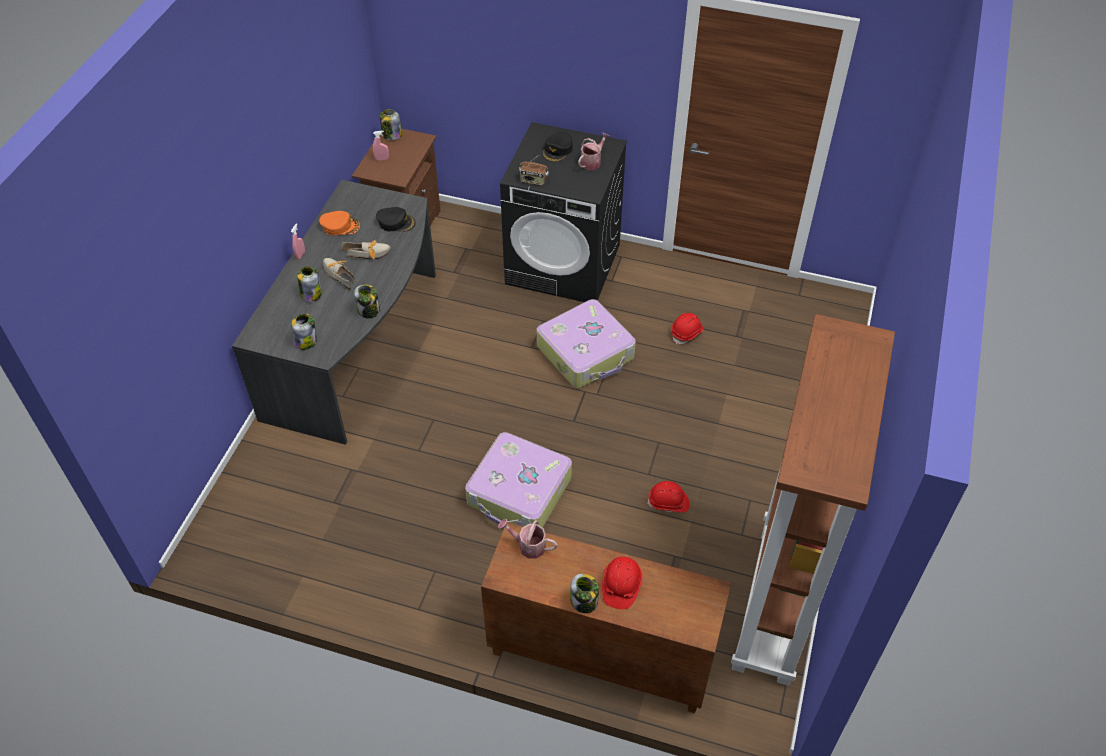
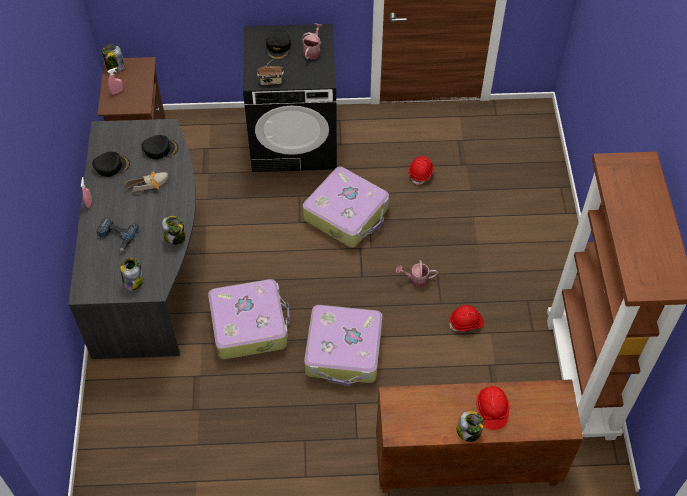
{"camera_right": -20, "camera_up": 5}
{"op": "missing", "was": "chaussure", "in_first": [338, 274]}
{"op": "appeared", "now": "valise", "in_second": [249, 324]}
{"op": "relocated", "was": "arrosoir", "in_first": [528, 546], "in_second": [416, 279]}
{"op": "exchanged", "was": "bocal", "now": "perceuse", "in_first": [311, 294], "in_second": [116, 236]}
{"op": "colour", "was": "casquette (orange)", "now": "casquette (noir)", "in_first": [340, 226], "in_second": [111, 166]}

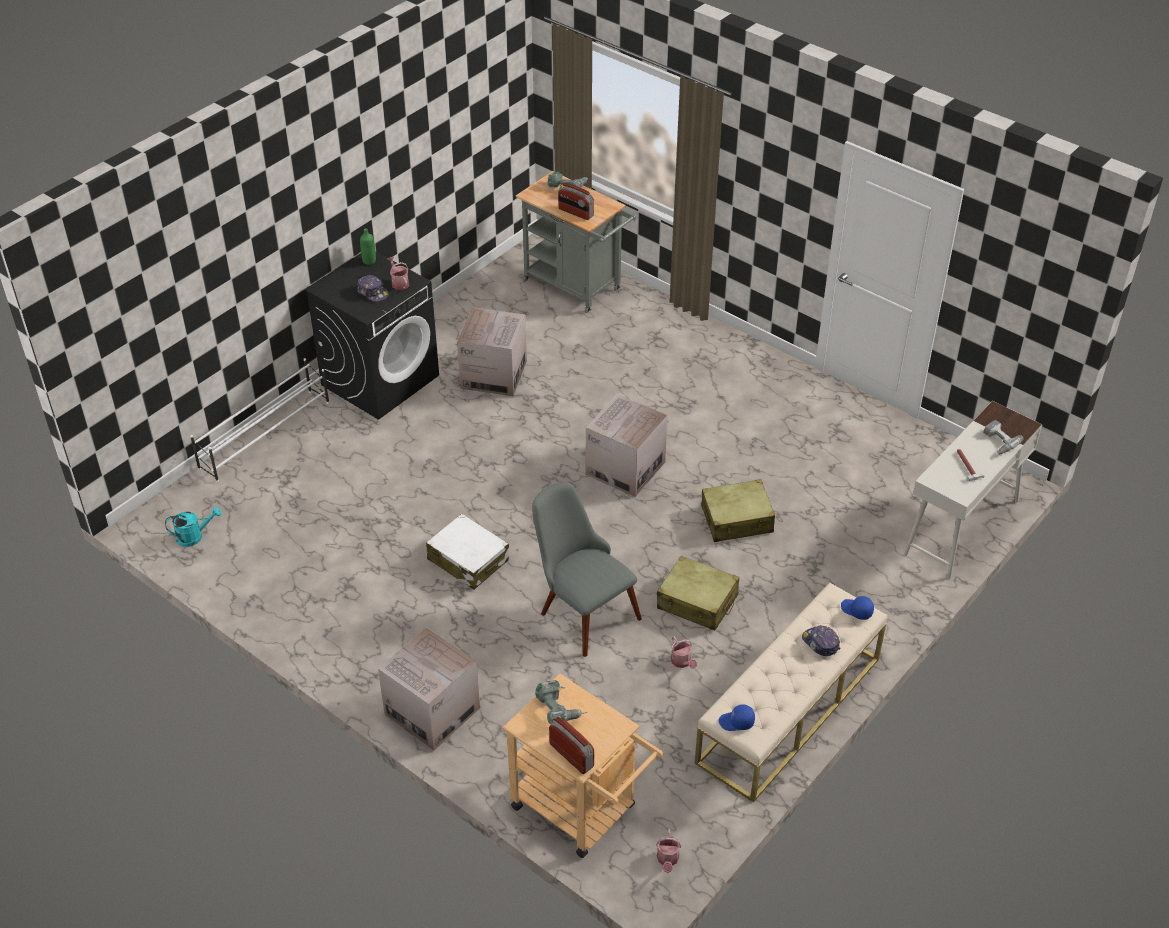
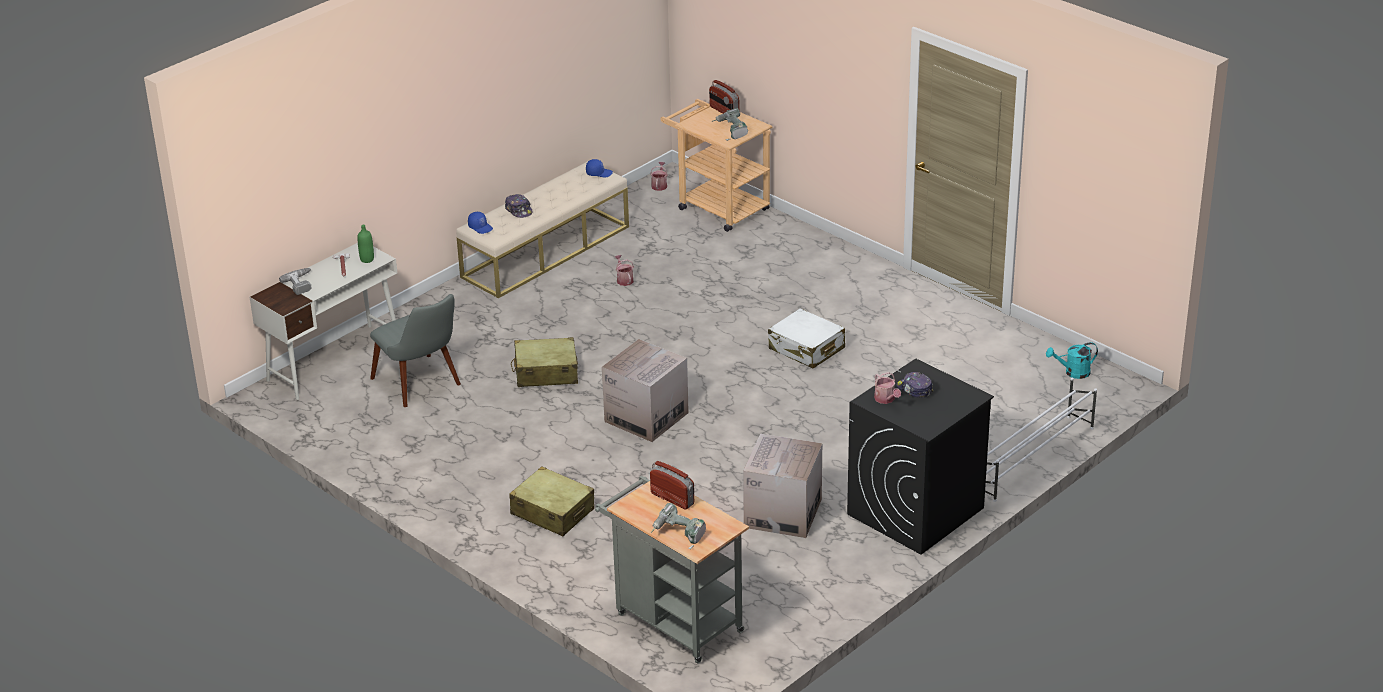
{"camera_right": -175, "camera_up": -10}
{"op": "missing", "was": "carton", "in_first": [432, 711]}
{"op": "relocated", "was": "bouteille (vert)", "in_first": [369, 261], "in_second": [367, 259]}
{"op": "relocated", "was": "chaise (gris)", "in_first": [581, 609], "in_second": [422, 386]}
{"op": "relocated", "was": "valise (beige)", "in_first": [697, 602], "in_second": [552, 512]}

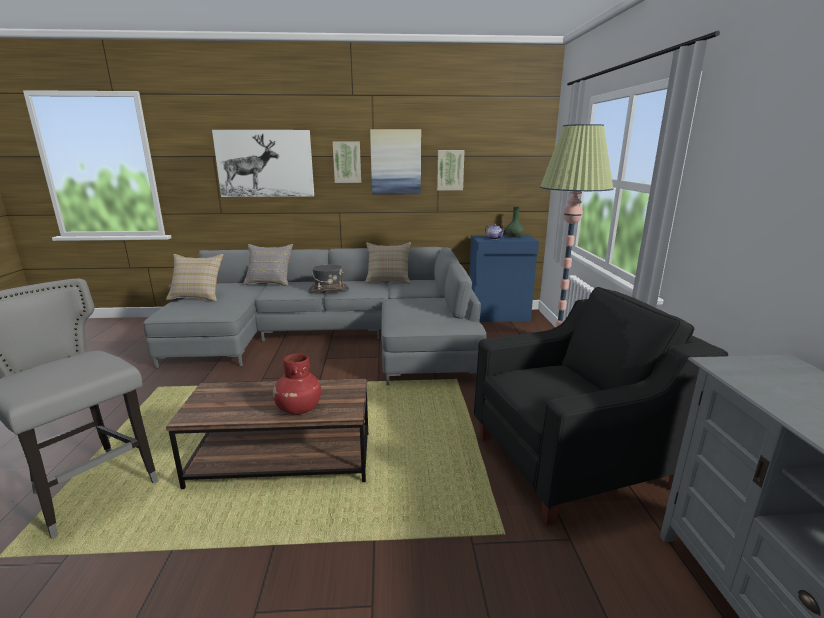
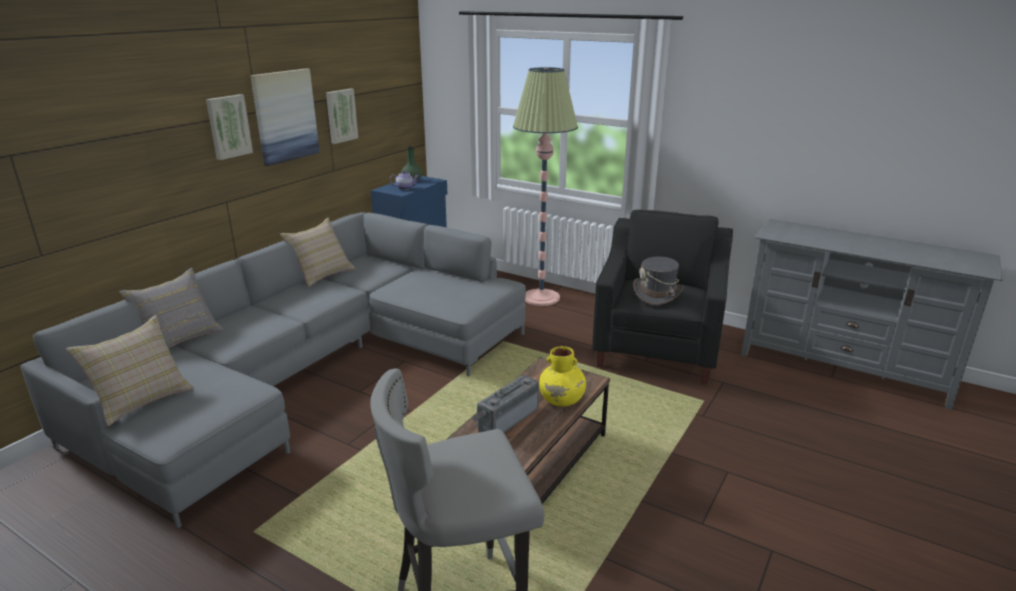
{"camera_right": -55, "camera_up": 5}
{"op": "missing", "was": "tableau", "in_first": [265, 163]}
{"op": "appeared", "now": "radio", "in_second": [505, 419]}
{"op": "relocated", "was": "chapeau (gris)", "in_first": [328, 290], "in_second": [657, 294]}
{"op": "colour", "was": "vase (rouge)", "now": "vase (jaune)", "in_first": [298, 409], "in_second": [562, 400]}

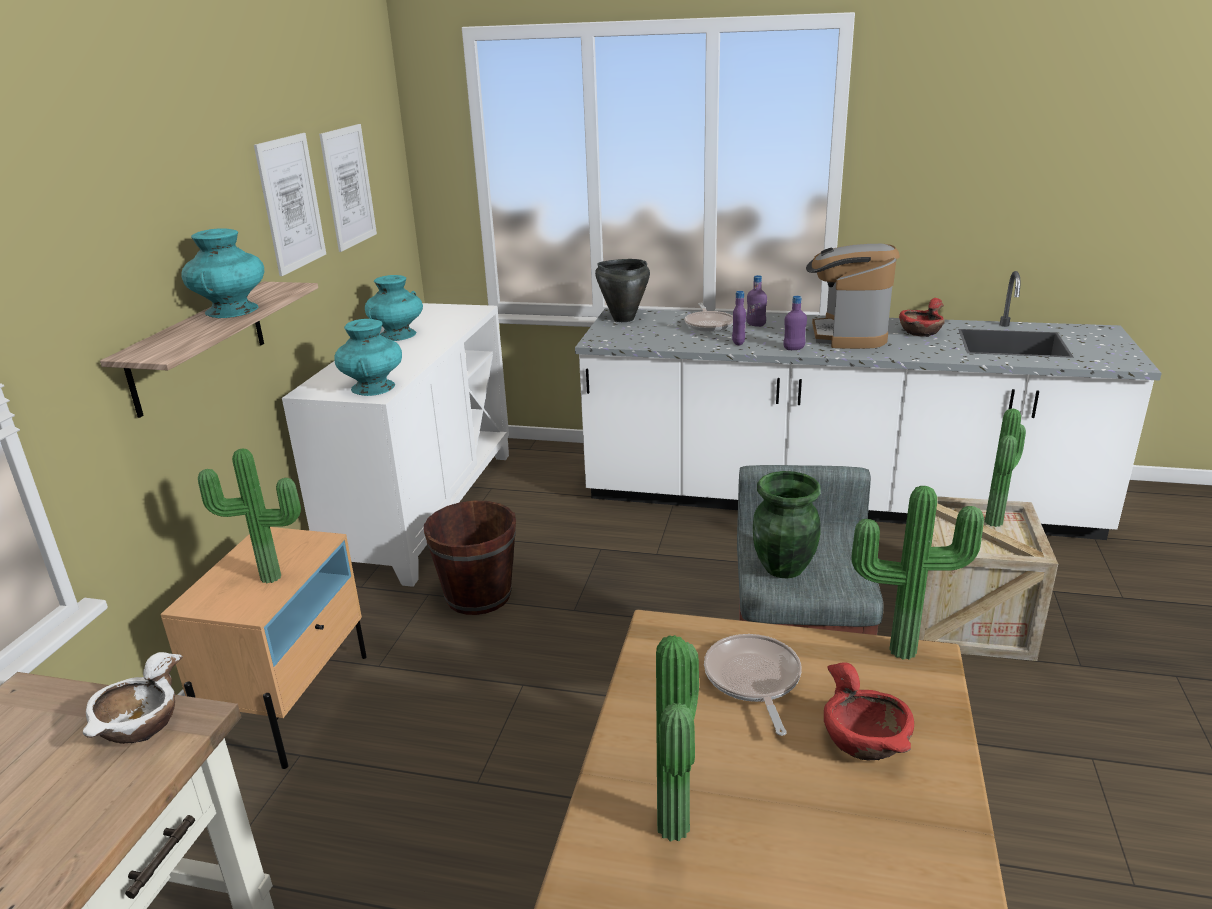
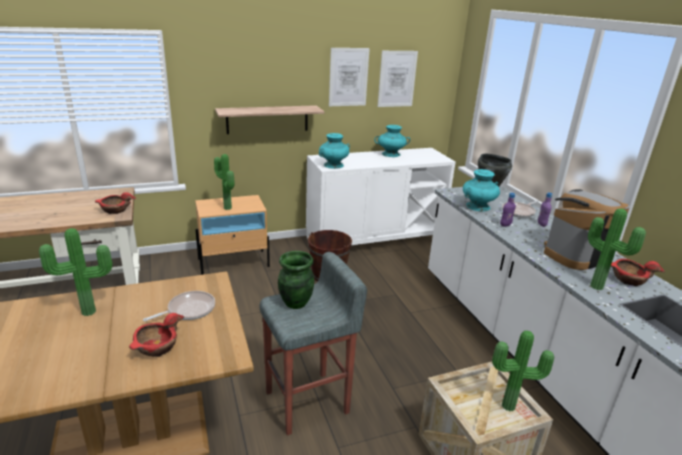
{"camera_right": 55, "camera_up": 0}
{"op": "missing", "was": "bouteille (violet)", "in_first": [794, 349]}
{"op": "relocated", "was": "vase (turquoise)", "in_first": [232, 310], "in_second": [478, 206]}
{"op": "relocated", "was": "plante en pot", "in_first": [901, 648], "in_second": [598, 286]}
{"op": "colour", "was": "bol (blanc)", "now": "bol (rouge)", "in_first": [140, 725], "in_second": [115, 210]}

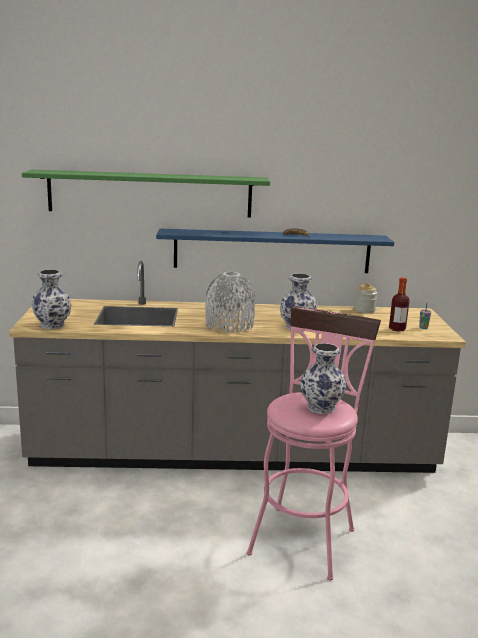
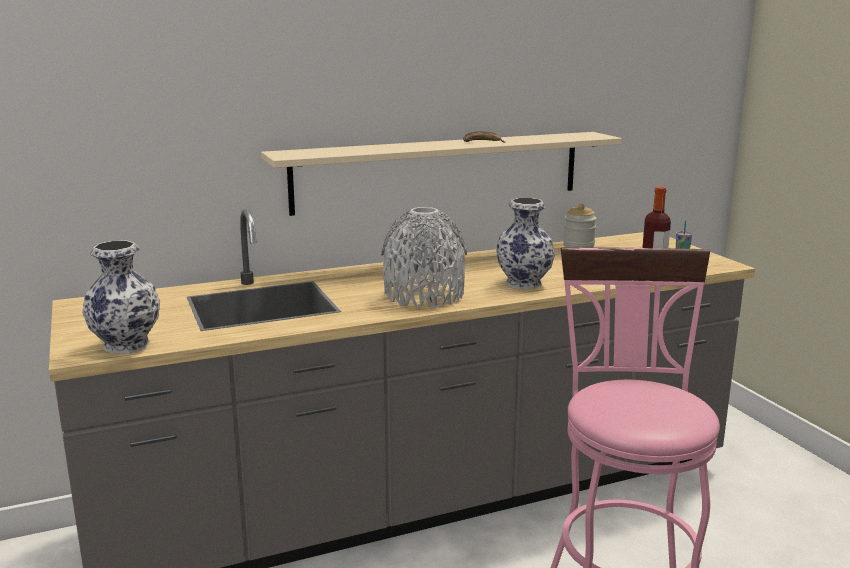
{"camera_right": -20, "camera_up": 0}
{"op": "missing", "was": "étagère (vert)", "in_first": [150, 194]}
{"op": "missing", "was": "vase", "in_first": [322, 407]}
{"op": "colour", "was": "étagère (bleu)", "now": "étagère (beige)", "in_first": [272, 251], "in_second": [440, 171]}

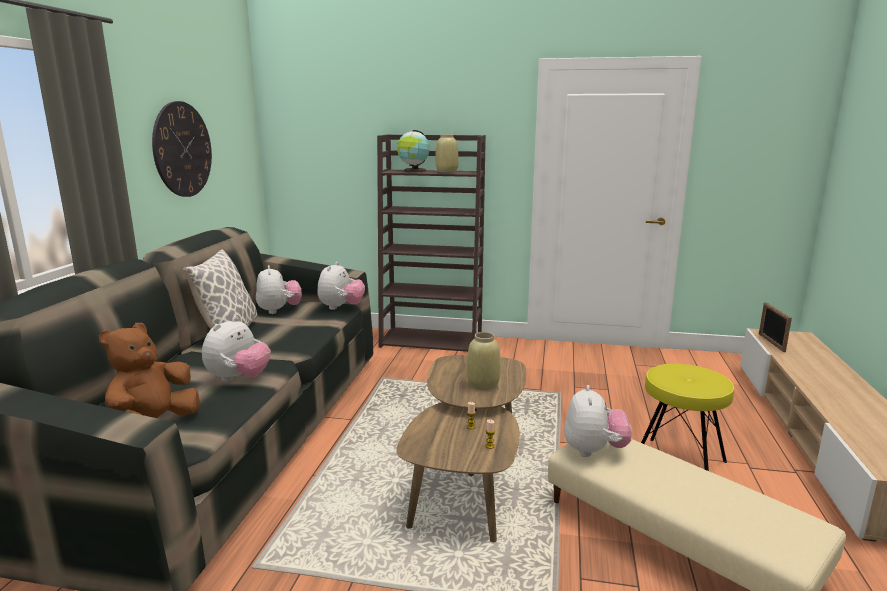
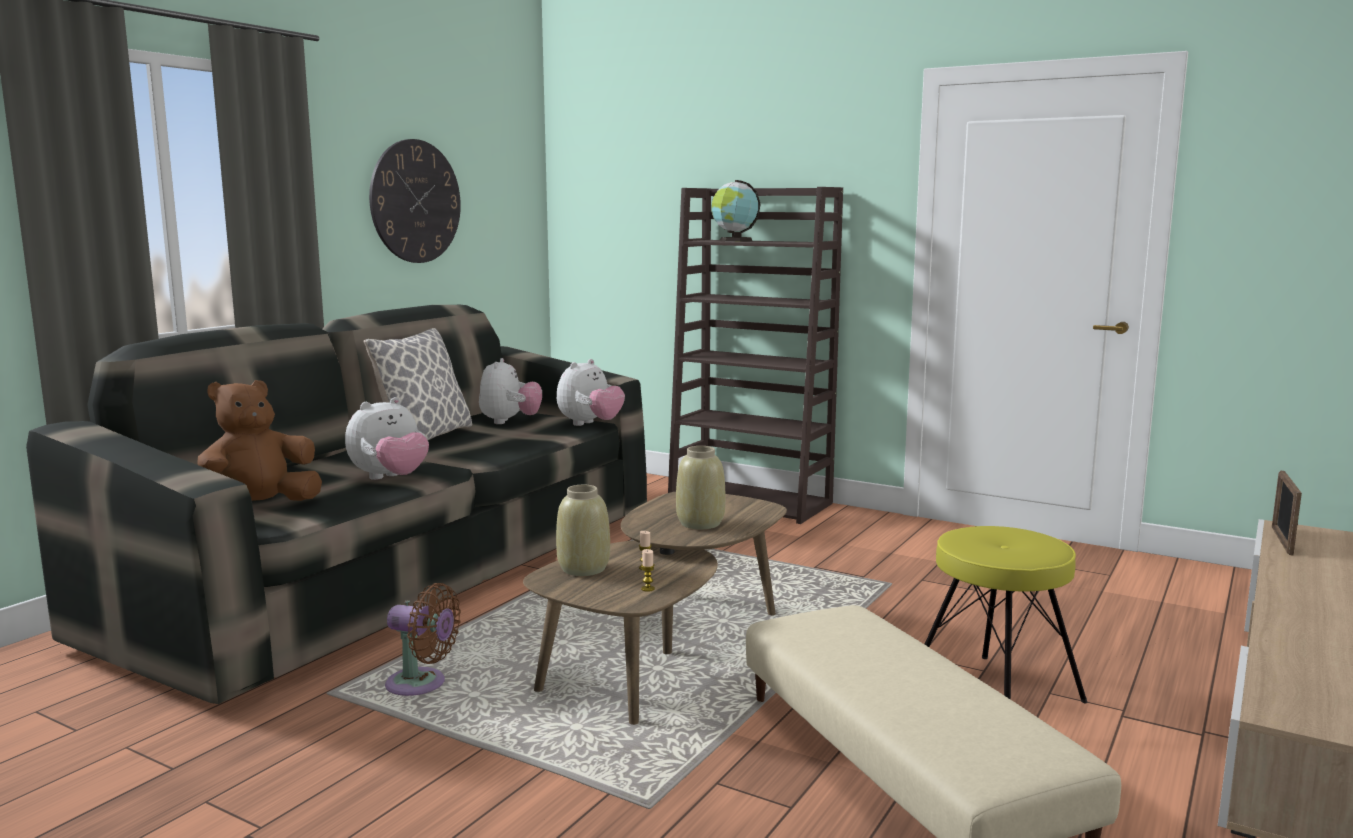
{"camera_right": 20, "camera_up": -5}
{"op": "missing", "was": "peluche", "in_first": [594, 451]}
{"op": "appeared", "now": "ventilateur (marron)", "in_second": [421, 685]}
{"op": "relocated", "was": "vase (beige)", "in_first": [447, 171], "in_second": [583, 569]}

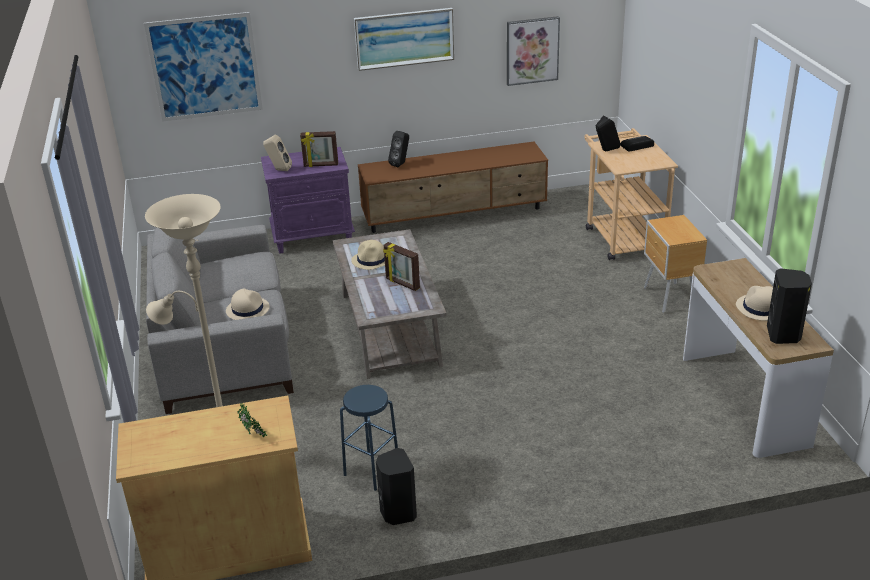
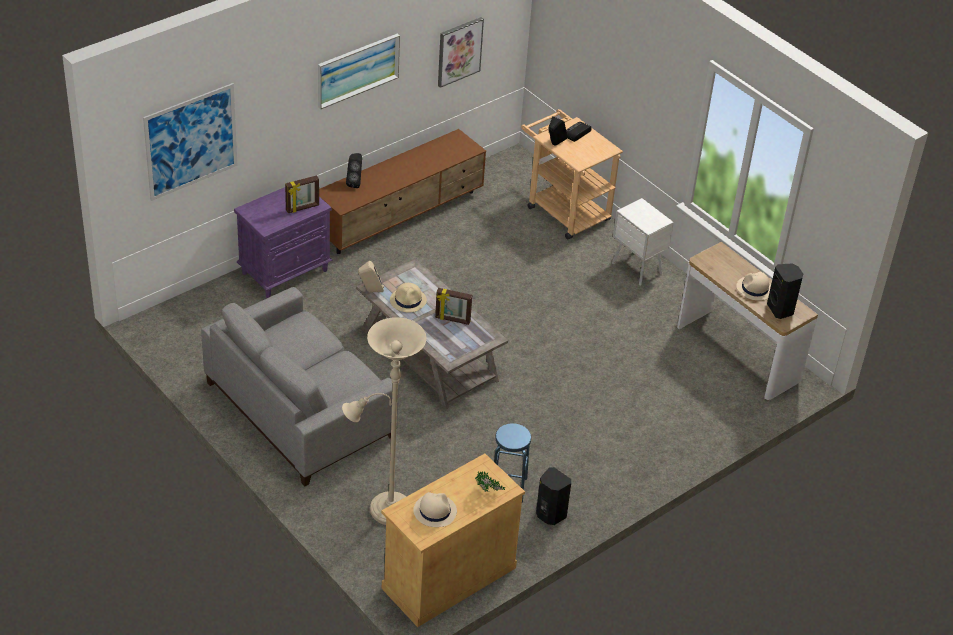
{"camera_right": -30, "camera_up": 10}
{"op": "relocated", "was": "chapeau (beige)", "in_first": [247, 309], "in_second": [434, 511]}
{"op": "relocated", "was": "enceinte (beige)", "in_first": [279, 170], "in_second": [370, 291]}
{"op": "colour", "was": "table de chevet (marron)", "now": "table de chevet (blanc)", "in_first": [669, 298], "in_second": [637, 270]}

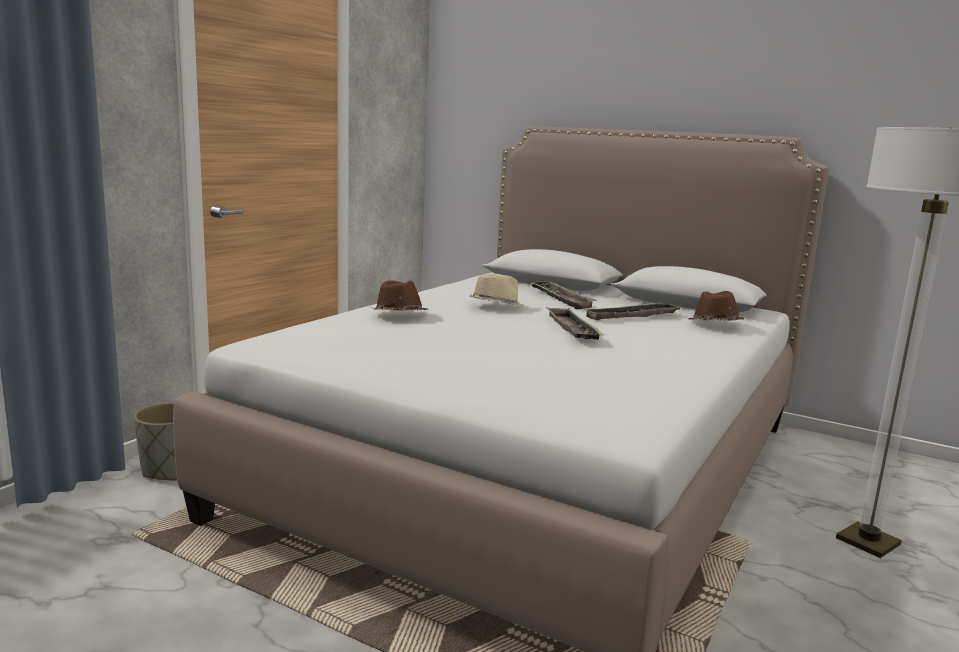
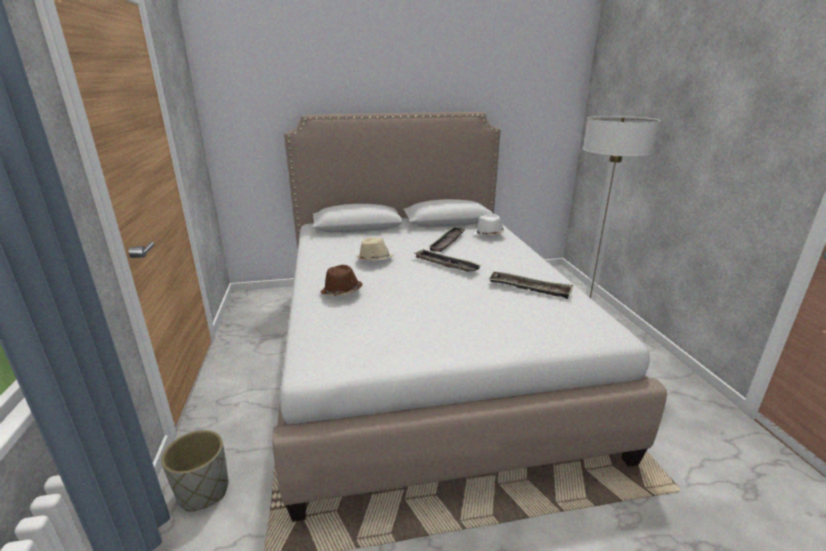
{"camera_right": -40, "camera_up": 10}
{"op": "relocated", "was": "plateau", "in_first": [560, 299], "in_second": [529, 288]}
{"op": "colour", "was": "chapeau (marron)", "now": "chapeau (blanc)", "in_first": [714, 325], "in_second": [488, 235]}

